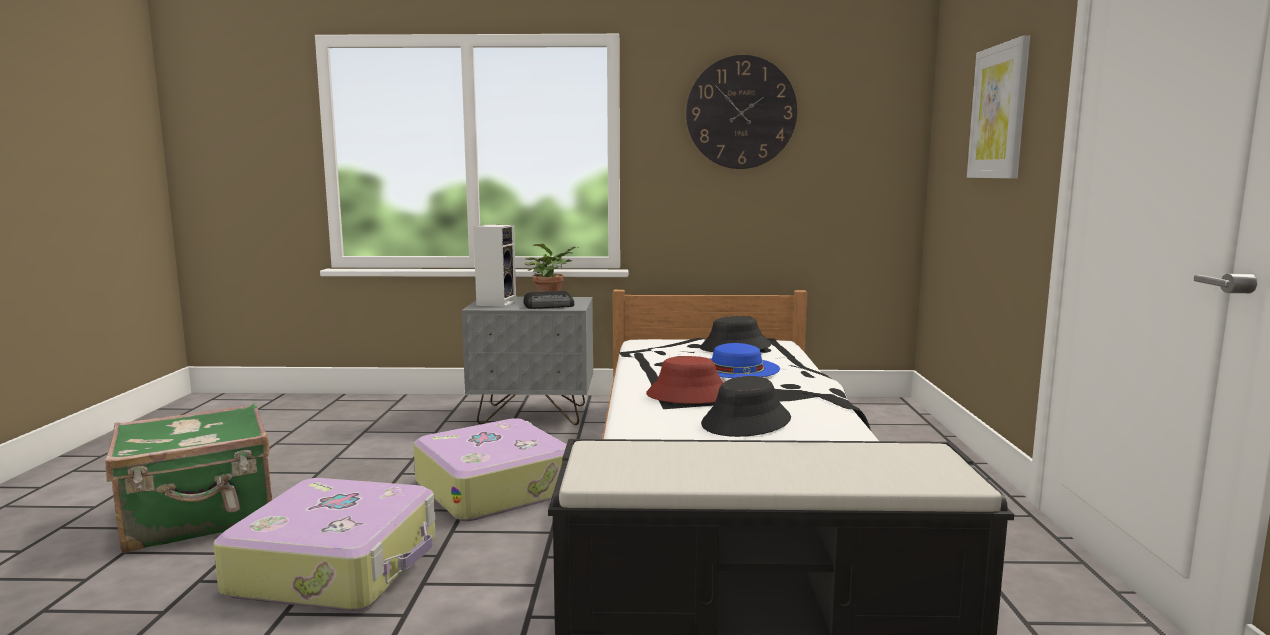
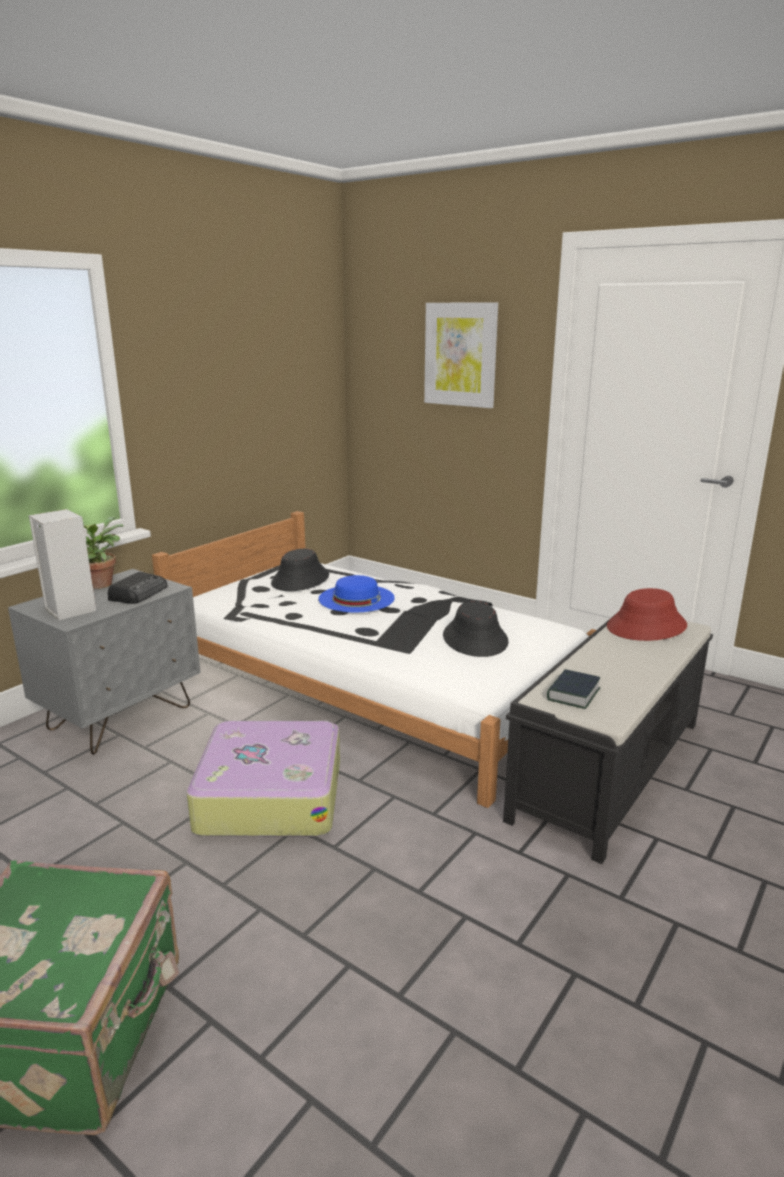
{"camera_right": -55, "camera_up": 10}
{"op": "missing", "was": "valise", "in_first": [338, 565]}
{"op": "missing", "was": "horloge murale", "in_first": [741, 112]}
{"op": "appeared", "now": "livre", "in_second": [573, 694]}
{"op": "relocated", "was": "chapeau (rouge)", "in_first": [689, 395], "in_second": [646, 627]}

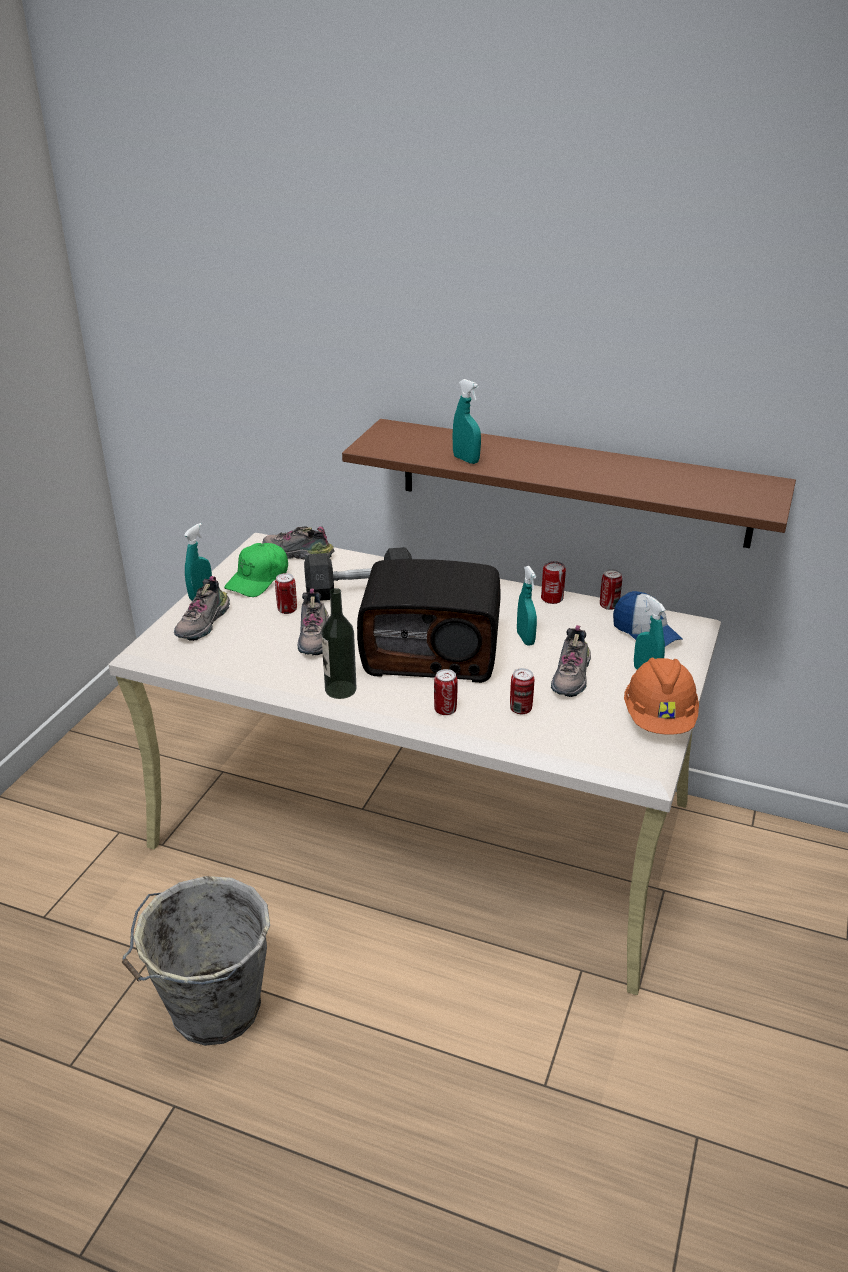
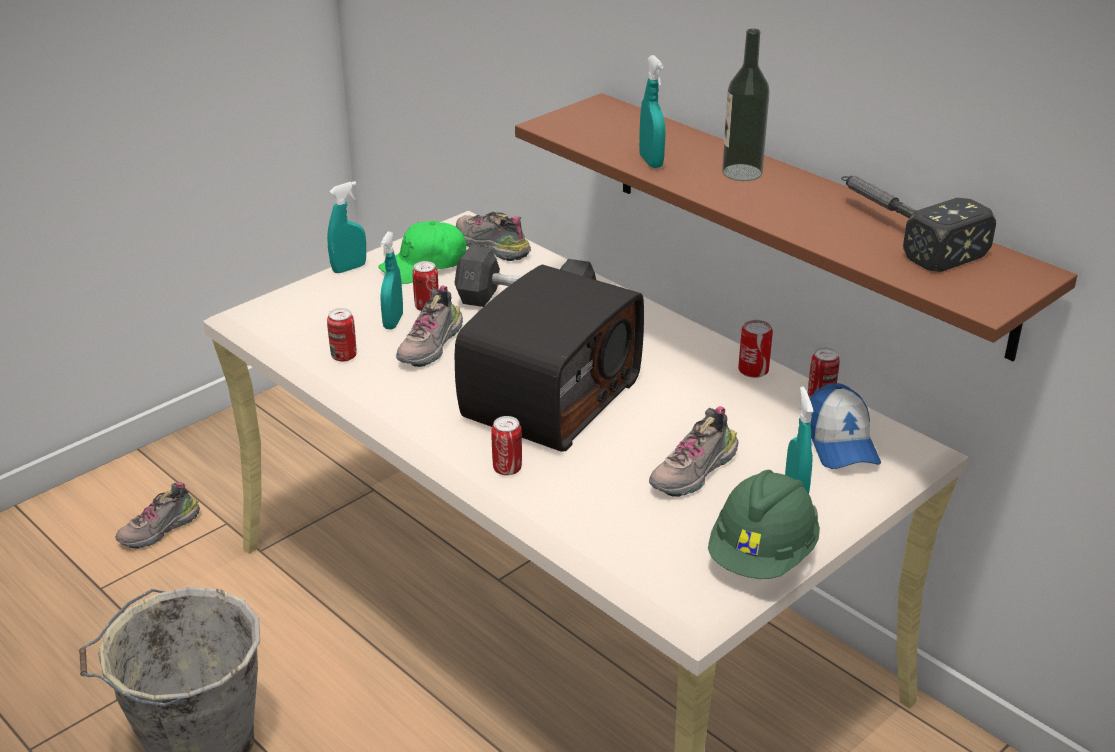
{"camera_right": 25, "camera_up": 0}
{"op": "appeared", "now": "marteau", "in_second": [899, 230]}
{"op": "relocated", "was": "chaussure", "in_first": [204, 624], "in_second": [160, 530]}
{"op": "relocated", "was": "bouteille", "in_first": [340, 689], "in_second": [742, 172]}
{"op": "relocated", "was": "boîte métallique", "in_first": [520, 709], "in_second": [344, 356]}
{"op": "relocated", "was": "vaporisateur (turquoise)", "in_first": [525, 639], "in_second": [393, 322]}
{"op": "colour", "was": "casque de chantier (orange)", "now": "casque de chantier (vert)", "in_first": [659, 719], "in_second": [762, 555]}
{"op": "spun", "was": "radio", "in_first": [432, 652], "in_second": [549, 398], "clockwise": -90}

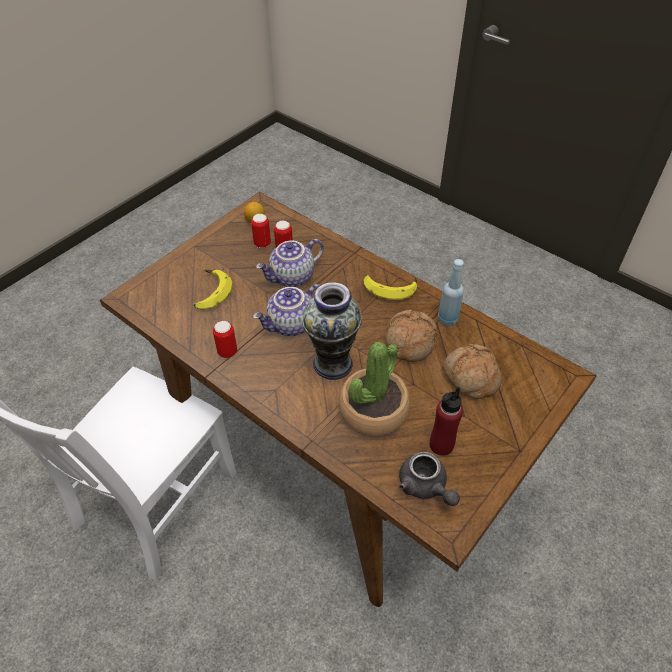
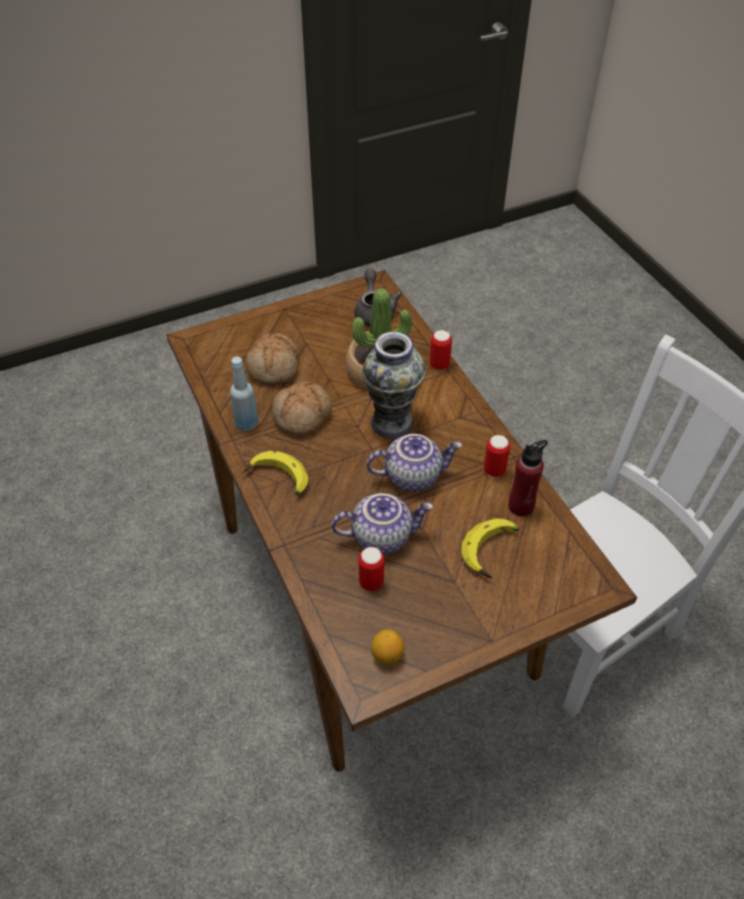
{"camera_right": -155, "camera_up": 0}
{"op": "relocated", "was": "boîte métallique", "in_first": [262, 244], "in_second": [439, 364]}
{"op": "relocated", "was": "bouteille (rouge)", "in_first": [441, 445], "in_second": [521, 506]}

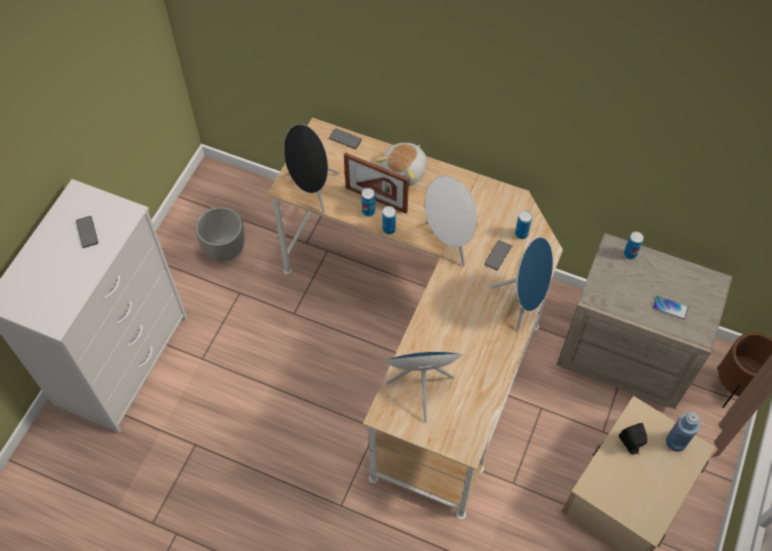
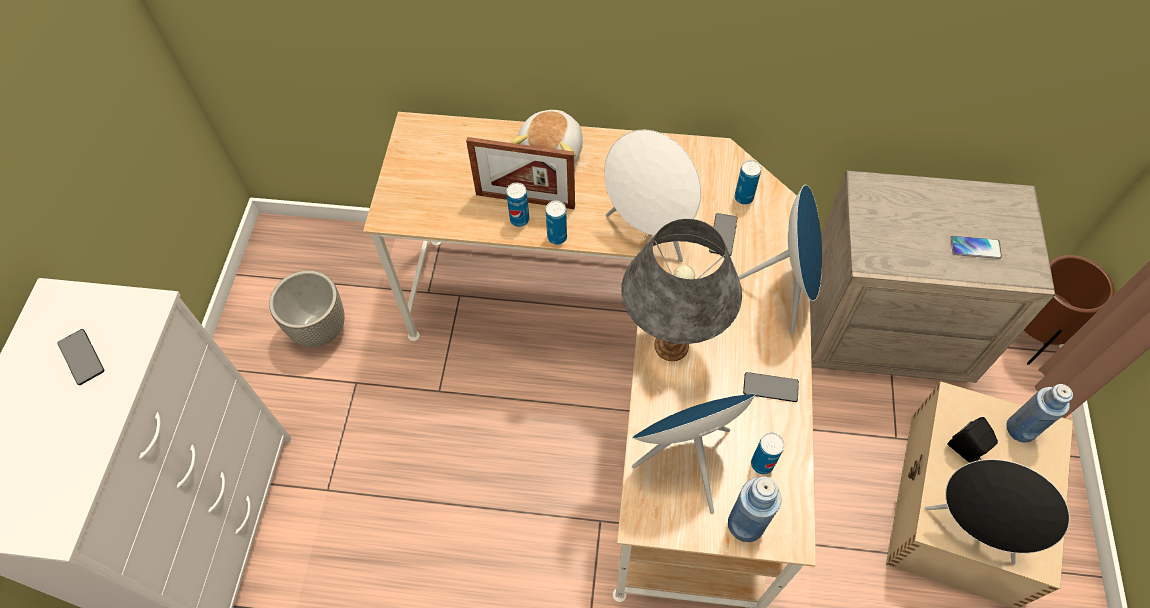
{"camera_right": -15, "camera_up": 0}
{"op": "appeared", "now": "lampe de table (gris)", "in_second": [670, 345]}
{"op": "appeared", "now": "bouteille (bleu)", "in_second": [746, 524]}
{"op": "relocated", "was": "enceinte (noir)", "in_first": [312, 190], "in_second": [973, 527]}
{"op": "relocated", "was": "téléphone", "in_first": [345, 139], "in_second": [770, 387]}
{"op": "relocated", "was": "boîte métallique", "in_first": [630, 254], "in_second": [762, 464]}

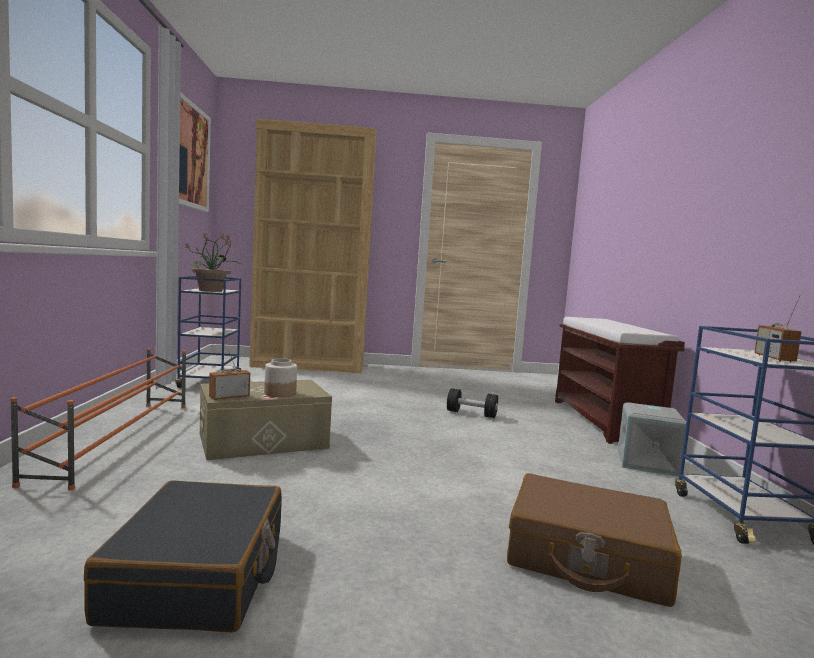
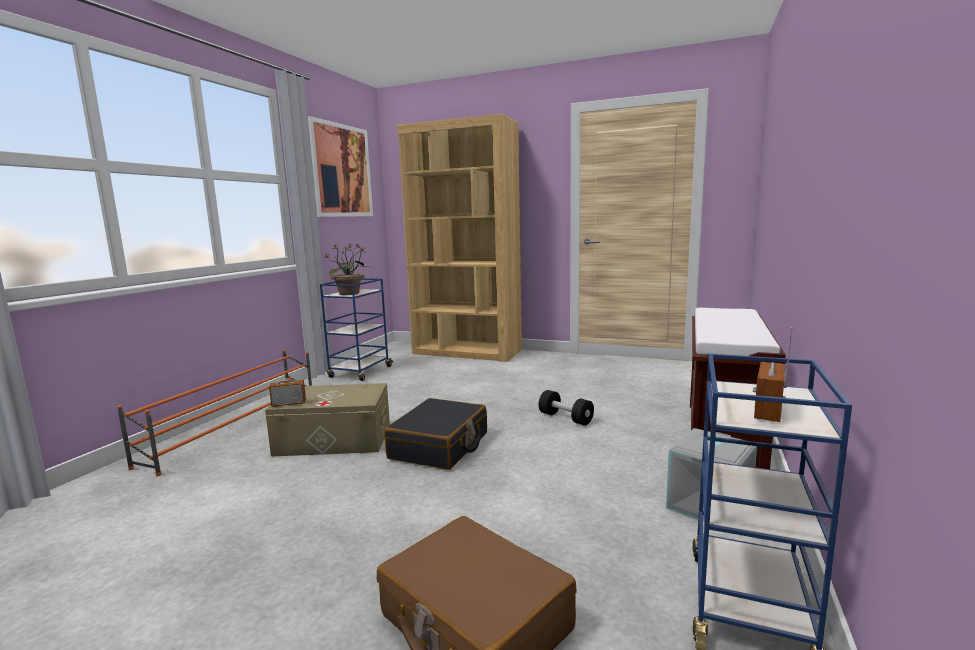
{"camera_right": 25, "camera_up": 5}
{"op": "missing", "was": "bocal", "in_first": [279, 393]}
{"op": "relocated", "was": "valise (noir)", "in_first": [199, 575], "in_second": [440, 446]}

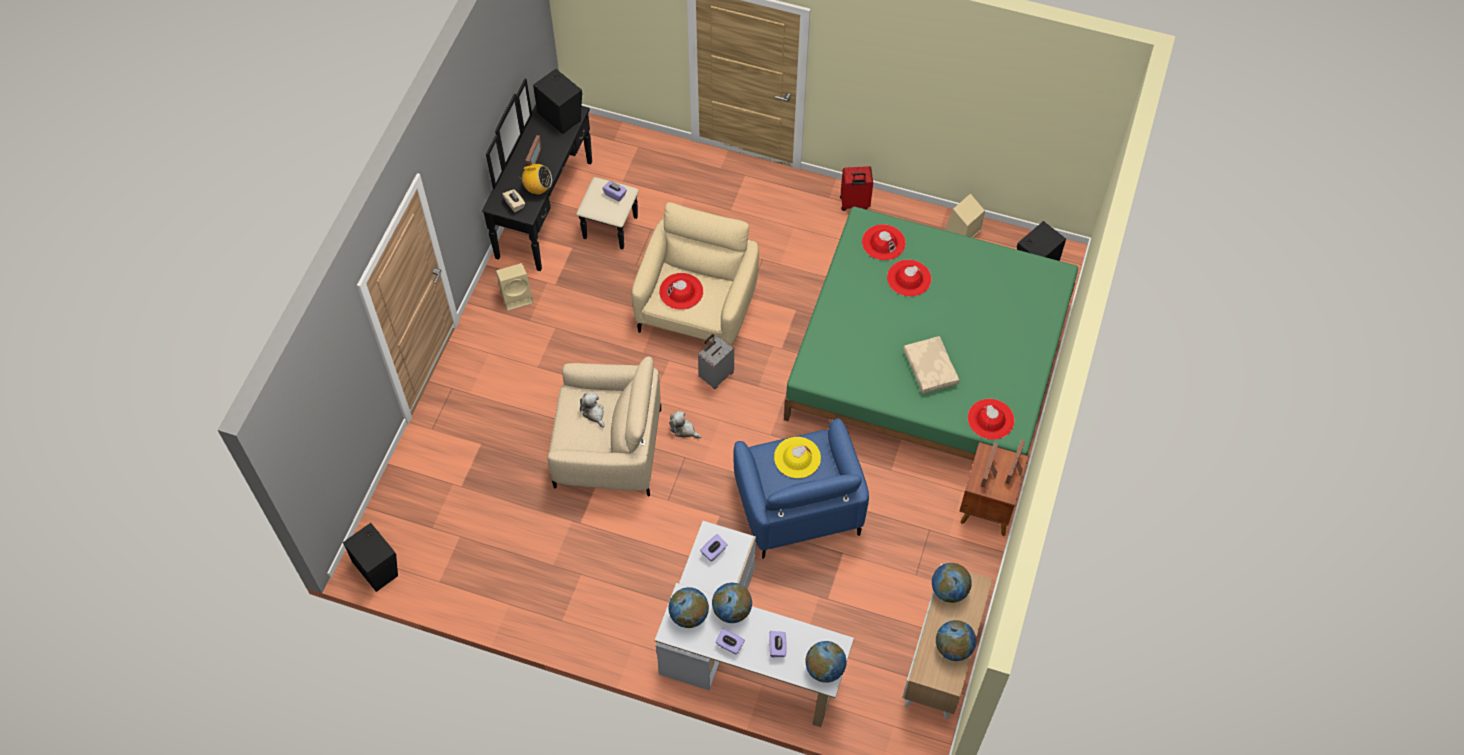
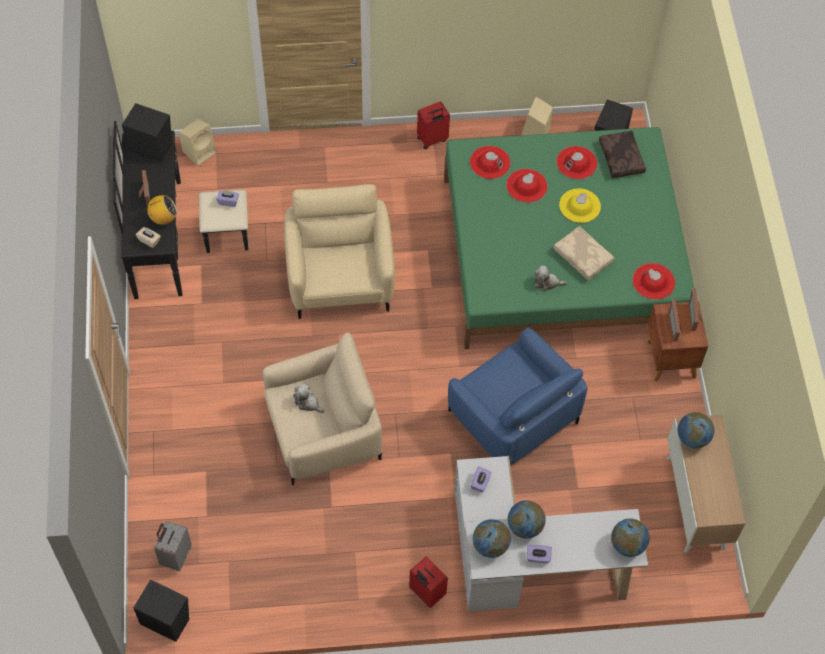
{"camera_right": -25, "camera_up": 0}
{"op": "missing", "was": "boîte à mouchoirs (violet)", "in_first": [777, 647]}
{"op": "missing", "was": "globe", "in_first": [953, 648]}
{"op": "appeared", "now": "valise (rouge)", "in_second": [426, 592]}
{"op": "appeared", "now": "coussin (marron)", "in_second": [622, 158]}
{"op": "relocated", "was": "enceinte (beige)", "in_first": [517, 296], "in_second": [200, 151]}
{"op": "relocated", "was": "chapeau (rouge)", "in_first": [681, 291], "in_second": [576, 163]}
{"op": "relocated", "was": "peluche", "in_first": [683, 430], "in_second": [547, 282]}
{"op": "relocated", "was": "valise (gris)", "in_first": [716, 375], "in_second": [175, 556]}
{"op": "relocated", "was": "chapeau (jaune)", "in_first": [797, 457], "in_second": [579, 206]}

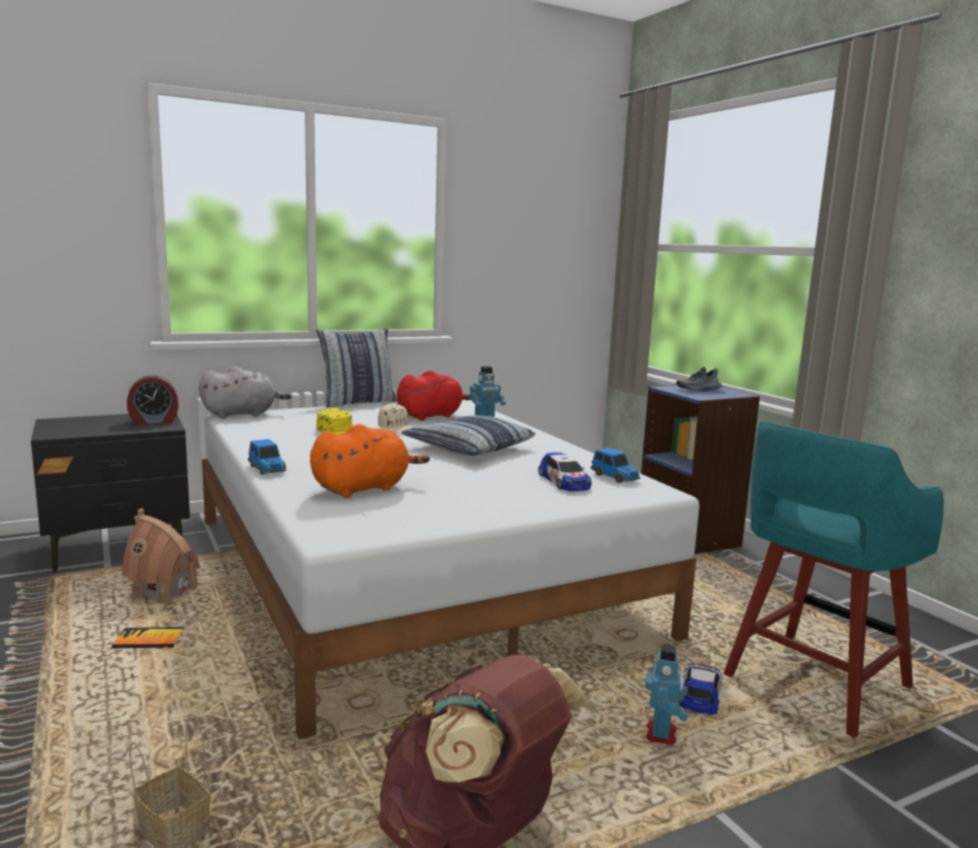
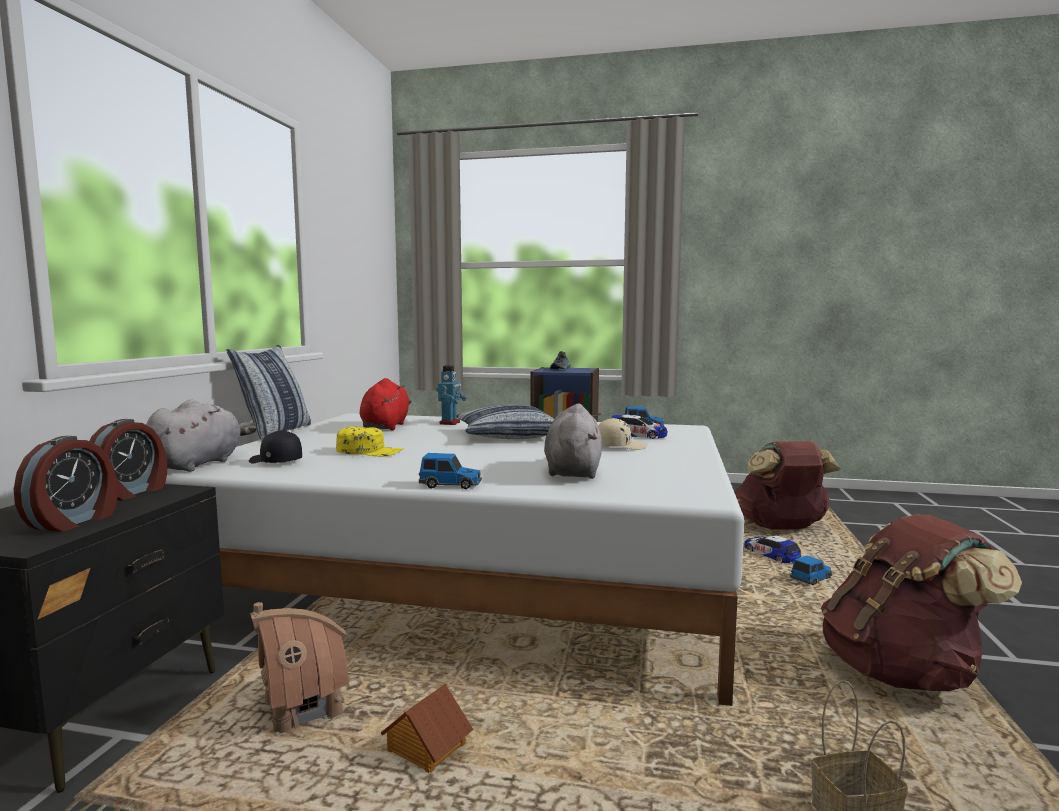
{"camera_right": -50, "camera_up": -5}
{"op": "appeared", "now": "réveil", "in_second": [74, 521]}
{"op": "appeared", "now": "casquette (noir)", "in_second": [275, 461]}
{"op": "relocated", "was": "casquette (beige)", "in_first": [397, 429], "in_second": [620, 446]}
{"op": "exchanged", "was": "livre", "now": "maison miniature", "in_first": [149, 640], "in_second": [426, 749]}
{"op": "exchanged", "was": "robot jouet", "now": "petite voiture", "in_first": [662, 735], "in_second": [811, 579]}
{"op": "exchanged", "was": "tabouret (turquoise)", "now": "sac à dos (marron)", "in_first": [813, 683], "in_second": [781, 528]}
{"op": "colour", "was": "peluche (orange)", "now": "peluche (gris)", "in_first": [364, 488], "in_second": [573, 471]}

